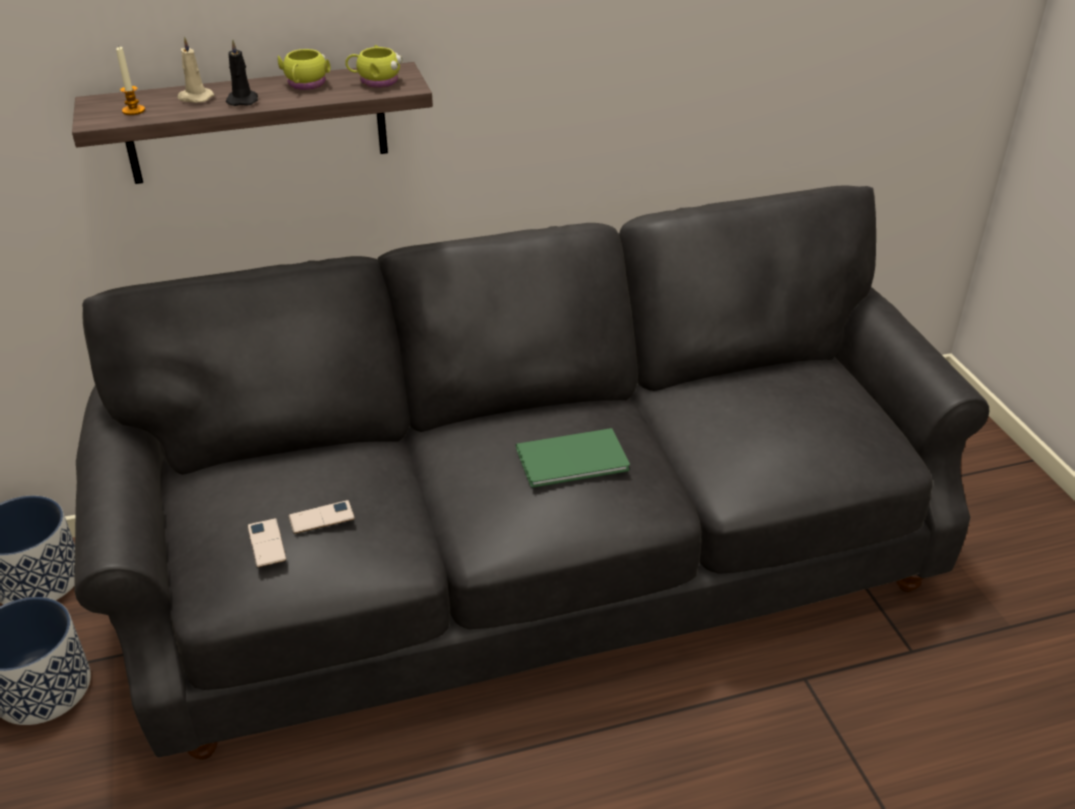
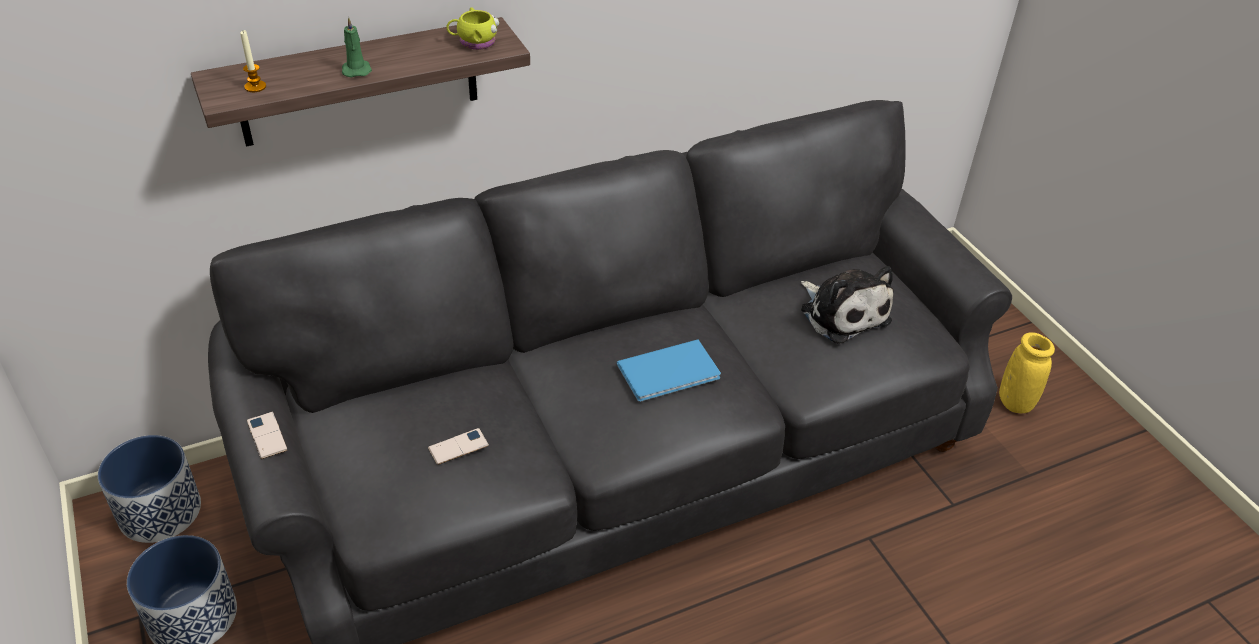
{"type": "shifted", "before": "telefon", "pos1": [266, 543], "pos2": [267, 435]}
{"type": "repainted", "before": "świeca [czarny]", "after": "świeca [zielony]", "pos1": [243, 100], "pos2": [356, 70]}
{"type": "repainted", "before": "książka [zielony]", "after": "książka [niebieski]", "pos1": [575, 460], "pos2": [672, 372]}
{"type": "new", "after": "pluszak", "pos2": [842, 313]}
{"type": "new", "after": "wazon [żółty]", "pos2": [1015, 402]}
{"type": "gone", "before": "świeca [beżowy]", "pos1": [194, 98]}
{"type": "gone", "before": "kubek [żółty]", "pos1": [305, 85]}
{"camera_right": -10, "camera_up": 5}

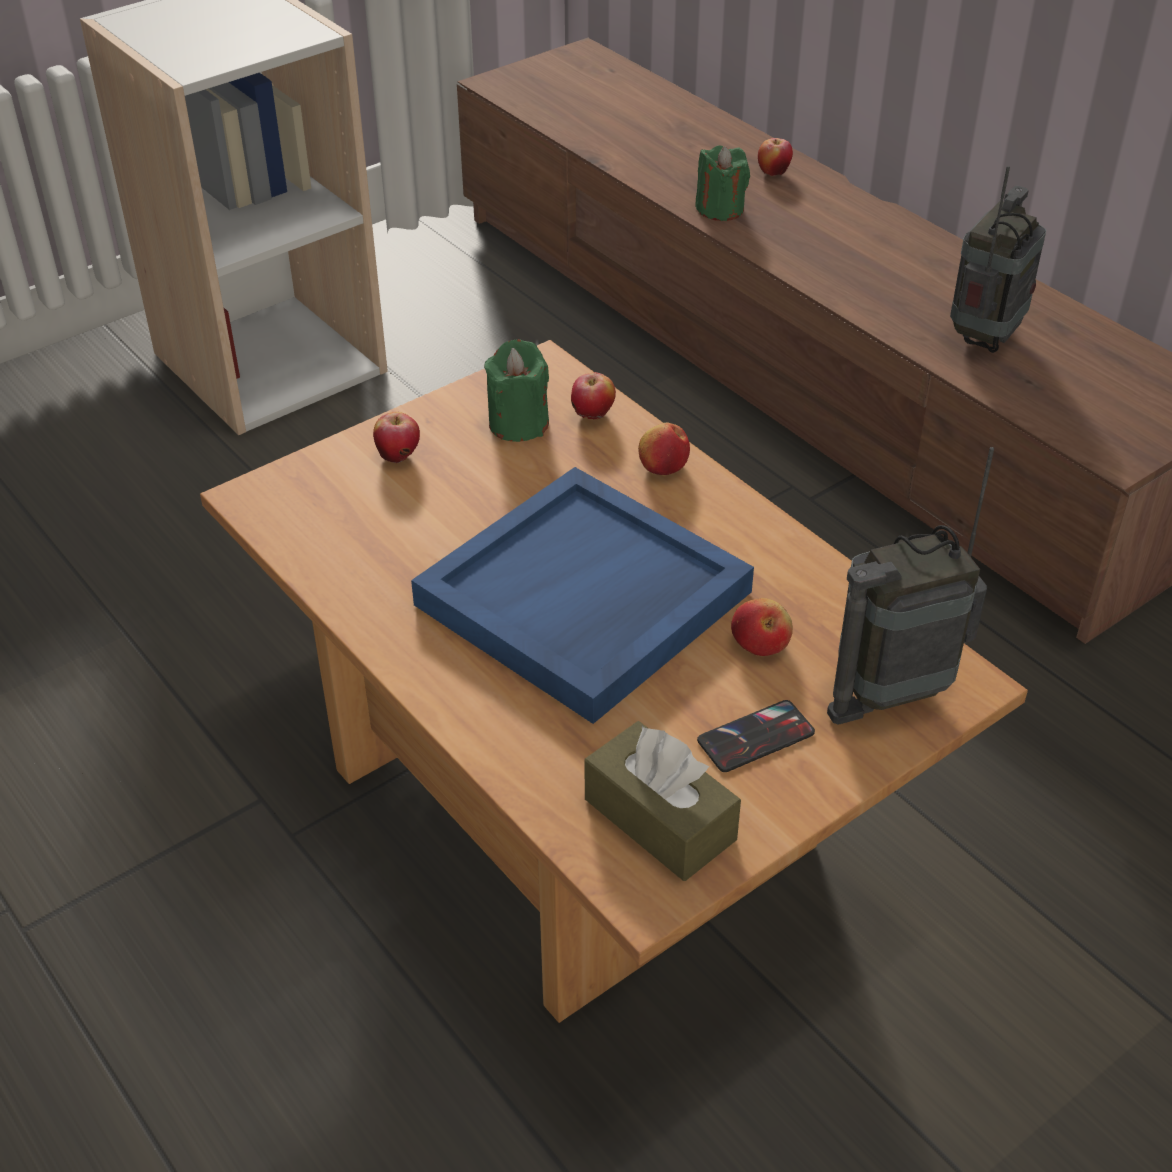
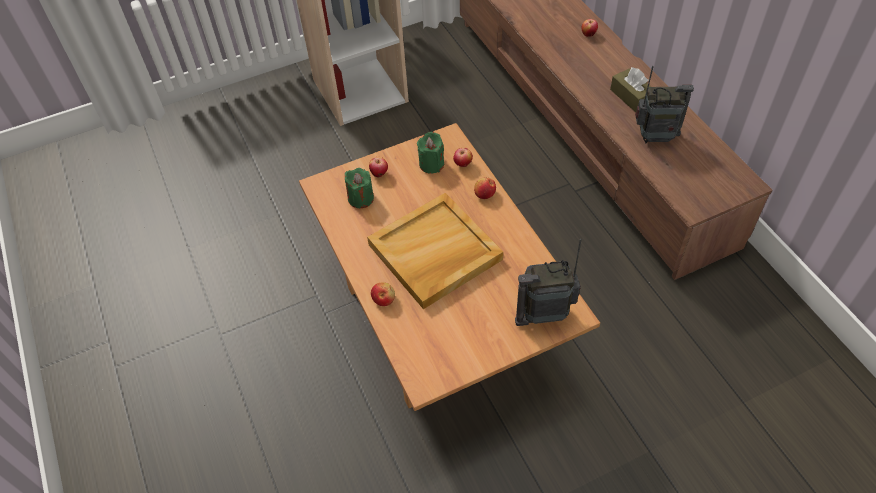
{"type": "shifted", "before": "świeca [zielony]", "pos1": [720, 209], "pos2": [361, 198]}
{"type": "repainted", "before": "taca [niebieski]", "after": "taca [beżowy]", "pos1": [583, 601], "pos2": [434, 253]}
{"type": "shifted", "before": "jabłko", "pos1": [760, 643], "pos2": [384, 299]}
{"type": "shifted", "before": "pudełko chusteczek [brązowy]", "pos1": [659, 819], "pos2": [631, 97]}
{"type": "rotated", "before": "radio", "pos1": [985, 337], "pos2": [655, 138], "turn": 45}
{"type": "gone", "before": "telefon", "pos1": [756, 737]}
{"camera_right": 15, "camera_up": 10}

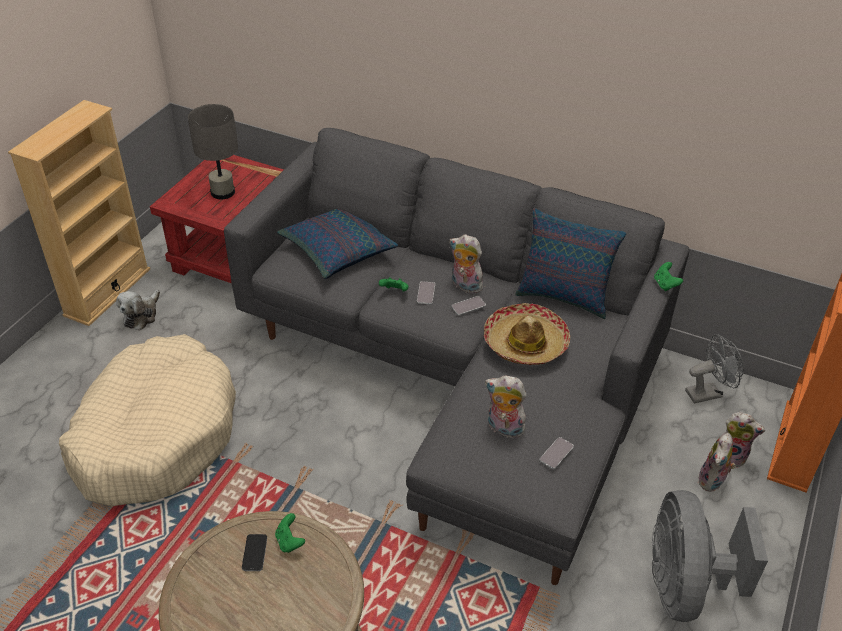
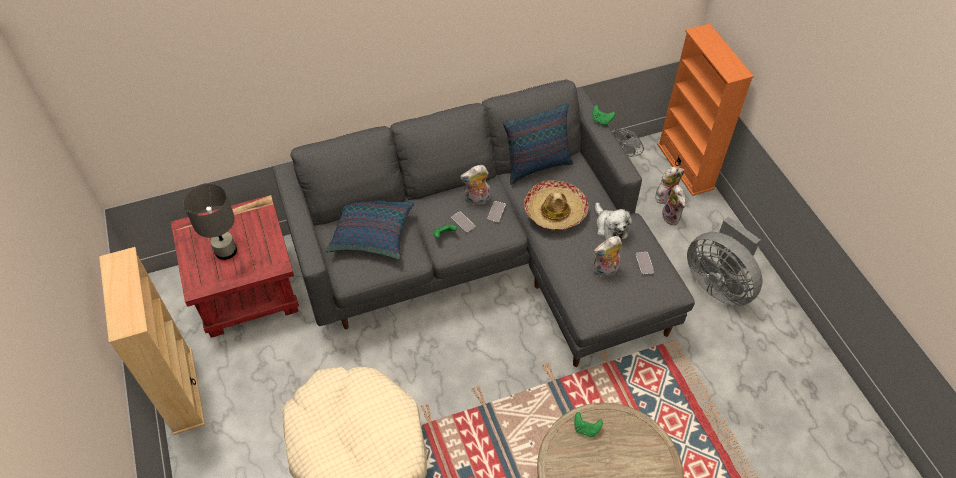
{"type": "shifted", "before": "pluszak", "pos1": [141, 315], "pos2": [610, 227]}
{"type": "gone", "before": "telefon", "pos1": [254, 553]}
{"camera_right": -45, "camera_up": 10}

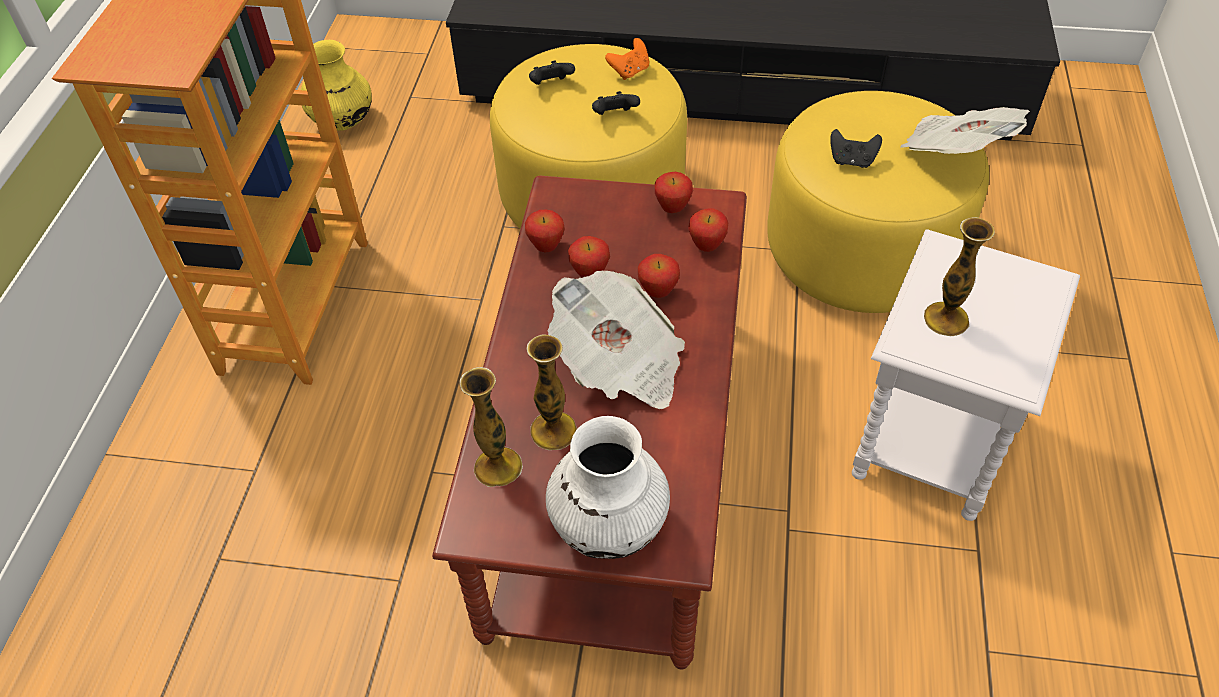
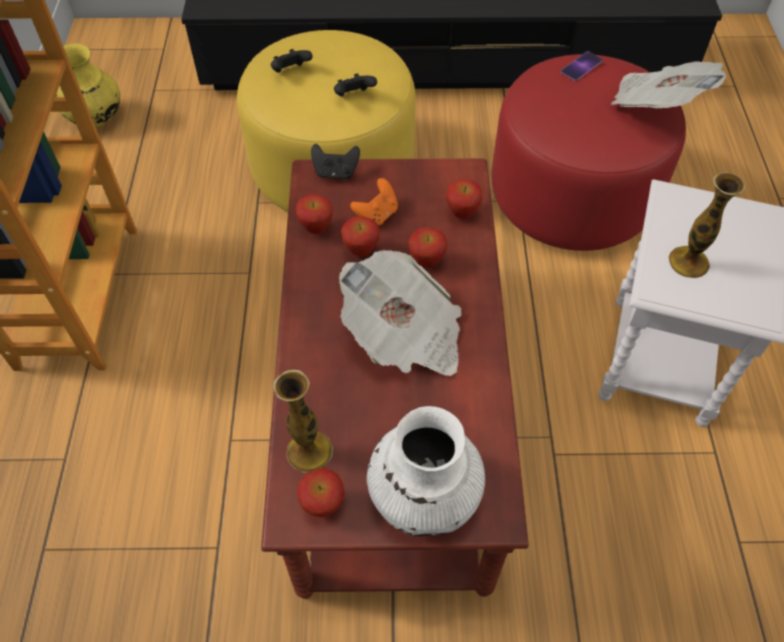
{"type": "shifted", "before": "jabłko", "pos1": [672, 209], "pos2": [323, 505]}
{"type": "shifted", "before": "pad do gier [czarny]", "pos1": [852, 161], "pos2": [335, 172]}
{"type": "shifted", "before": "pad do gier [pomarańczowy]", "pos1": [630, 71], "pos2": [377, 215]}
{"type": "repainted", "before": "pufa [żółty]", "after": "pufa [czerwony]", "pos1": [860, 252], "pos2": [571, 196]}
{"type": "new", "after": "telefon", "pos2": [581, 66]}
{"type": "gone", "before": "wazon", "pos1": [553, 430]}
{"camera_right": -10, "camera_up": 5}

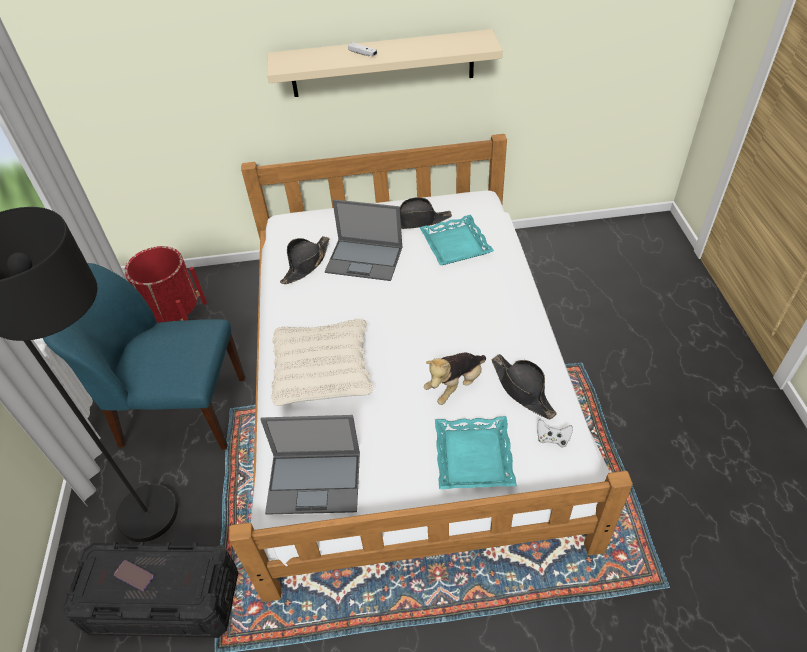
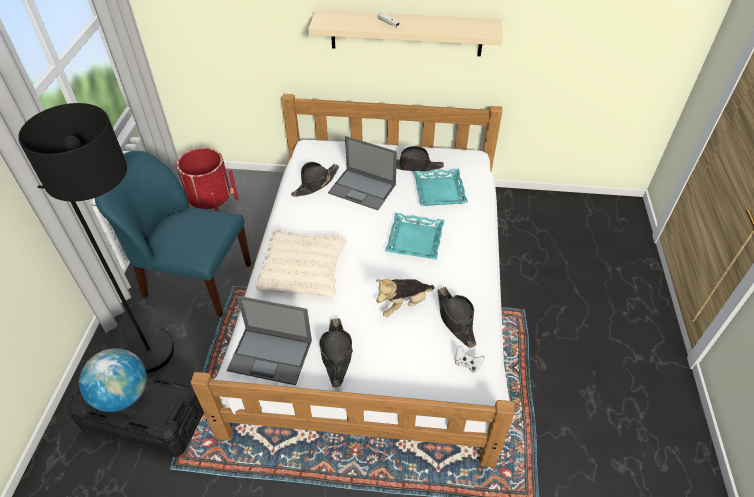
{"type": "swapped", "before": "telefon", "after": "globus", "pos1": [134, 575], "pos2": [123, 394]}
{"type": "new", "after": "kapelusz [czarny]", "pos2": [336, 354]}
{"type": "shifted", "before": "taca [turkusowy]", "pos1": [472, 456], "pos2": [414, 240]}
{"camera_right": 10, "camera_up": 0}

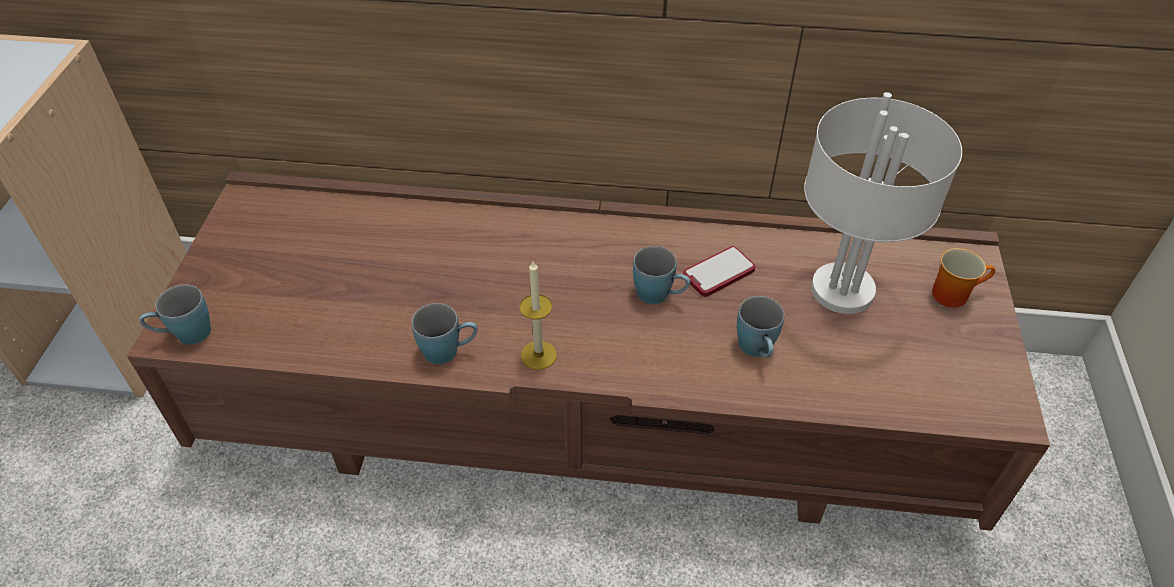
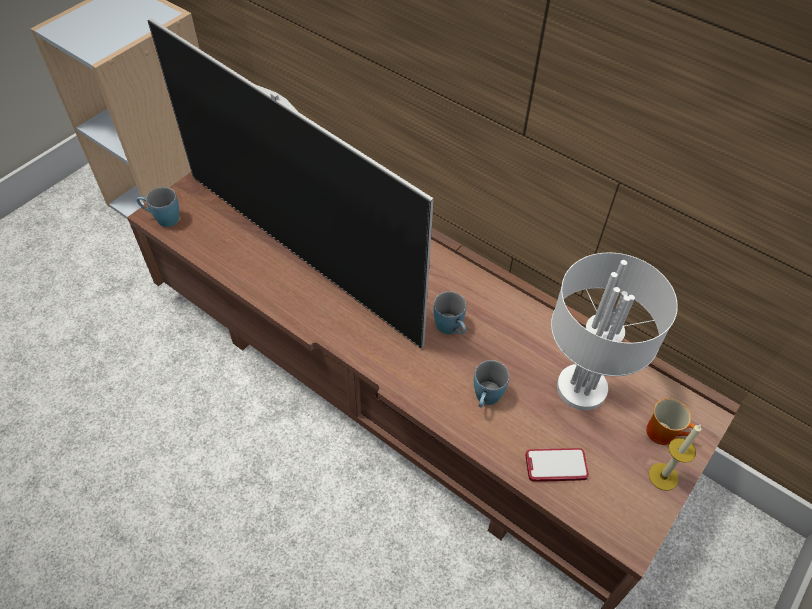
{"type": "new", "after": "telewizor", "pos2": [300, 254]}
{"type": "shifted", "before": "telefon", "pos1": [718, 273], "pos2": [556, 466]}
{"type": "shifted", "before": "świeca", "pos1": [538, 355], "pos2": [663, 476]}
{"type": "gone", "before": "kubek [niebieski]", "pos1": [449, 351]}
{"camera_right": 30, "camera_up": 5}

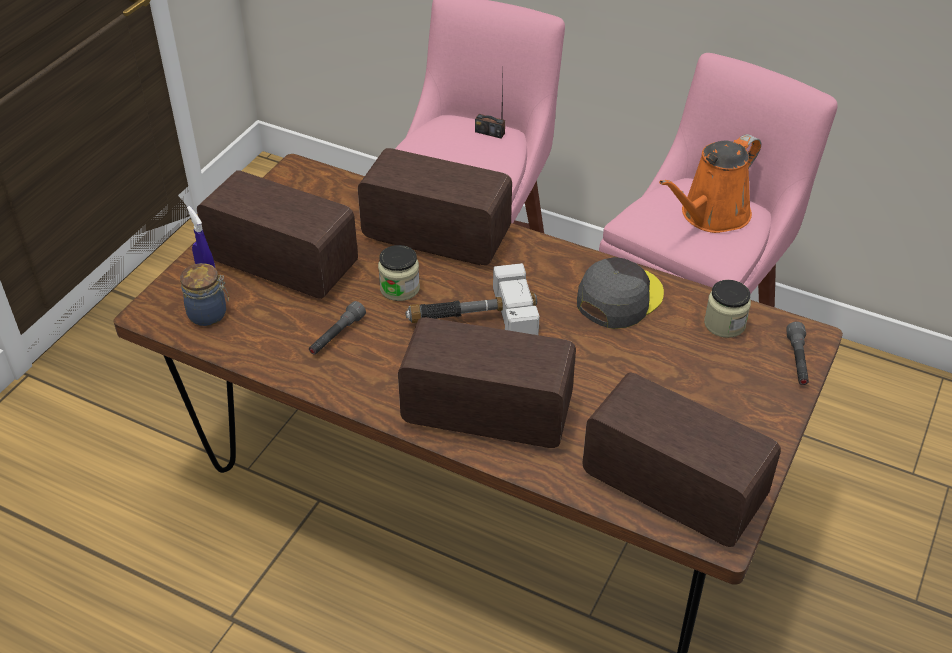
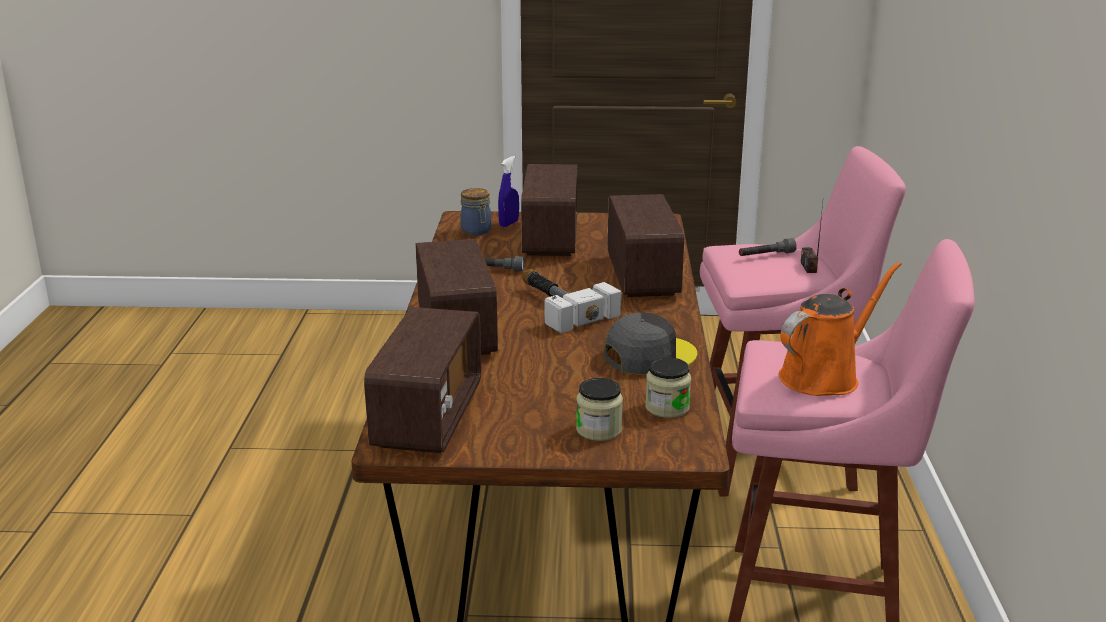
{"type": "shifted", "before": "słoik", "pos1": [399, 288], "pos2": [599, 430]}
{"type": "rotated", "before": "czapka z daszkiem [szary]", "pos1": [619, 298], "pos2": [649, 356], "turn": -45}
{"type": "shifted", "before": "latarka [szary]", "pos1": [797, 361], "pos2": [766, 255]}
{"type": "rotated", "before": "konewka [pomarańczowy]", "pos1": [711, 215], "pos2": [824, 376], "turn": 120}
{"camera_right": 65, "camera_up": -20}

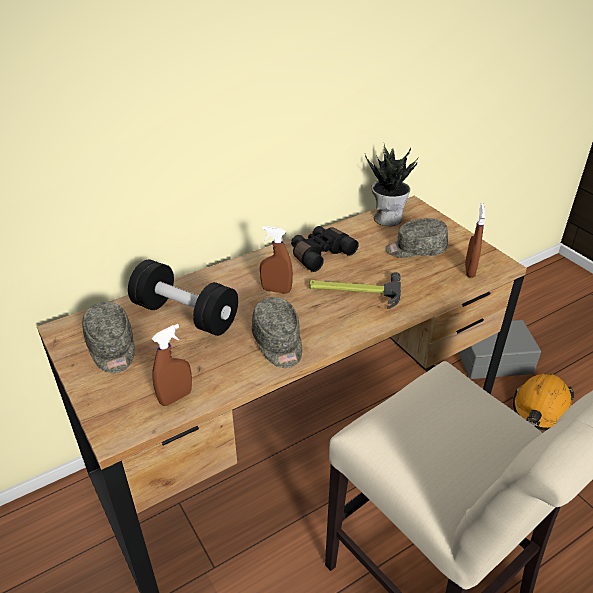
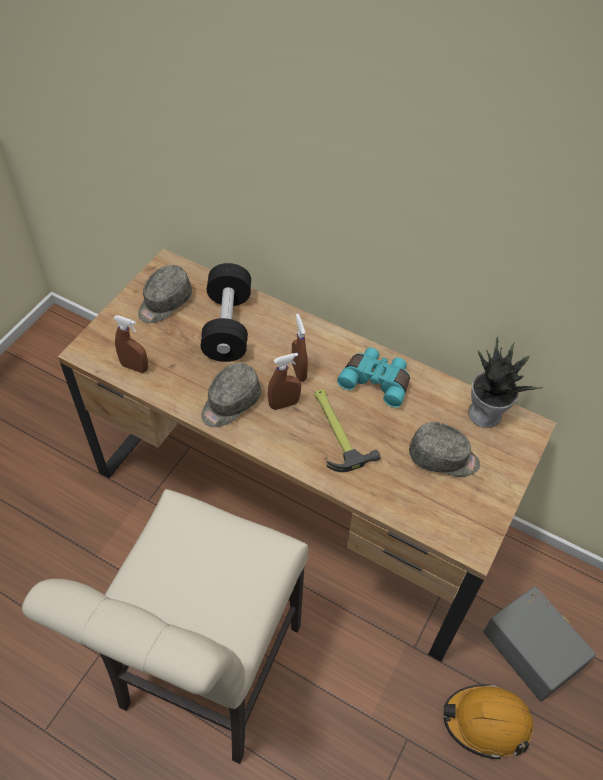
{"type": "shifted", "before": "spryskiwacz [brązowy]", "pos1": [469, 270], "pos2": [284, 404]}
{"type": "repainted", "before": "lornetka [czarny]", "after": "lornetka [turkusowy]", "pos1": [320, 254], "pos2": [376, 381]}
{"type": "rotated", "before": "czapka z daszkiem [szary]", "pos1": [415, 249], "pos2": [443, 458], "turn": 135}
{"camera_right": 60, "camera_up": 15}

